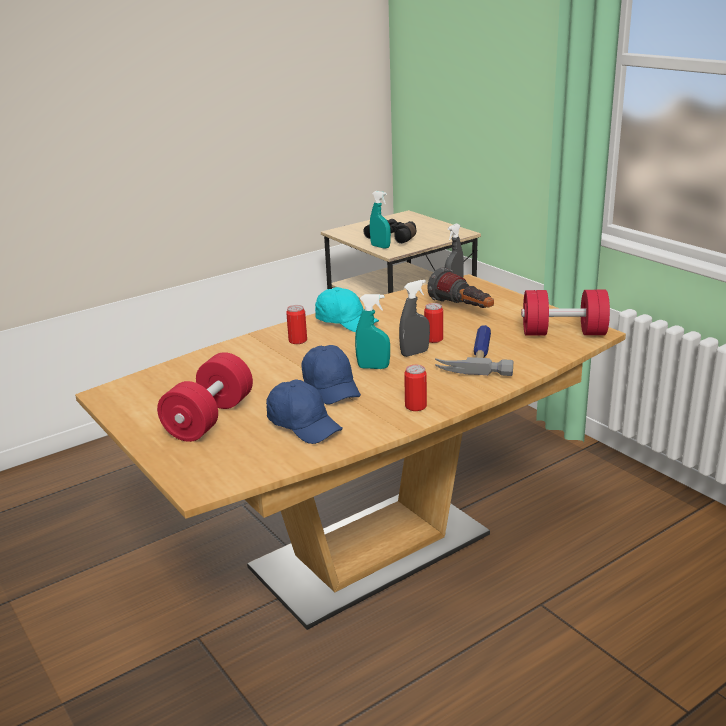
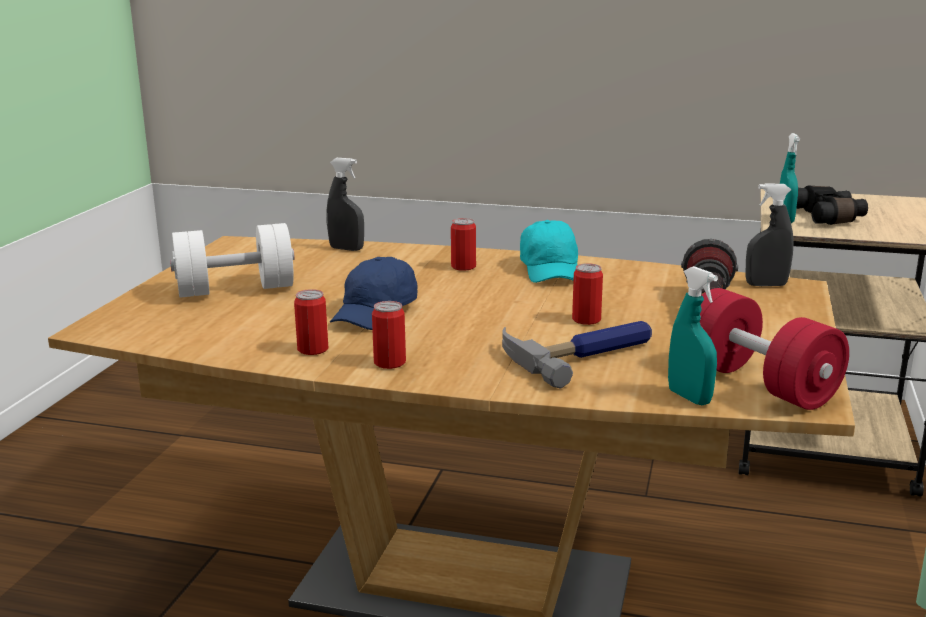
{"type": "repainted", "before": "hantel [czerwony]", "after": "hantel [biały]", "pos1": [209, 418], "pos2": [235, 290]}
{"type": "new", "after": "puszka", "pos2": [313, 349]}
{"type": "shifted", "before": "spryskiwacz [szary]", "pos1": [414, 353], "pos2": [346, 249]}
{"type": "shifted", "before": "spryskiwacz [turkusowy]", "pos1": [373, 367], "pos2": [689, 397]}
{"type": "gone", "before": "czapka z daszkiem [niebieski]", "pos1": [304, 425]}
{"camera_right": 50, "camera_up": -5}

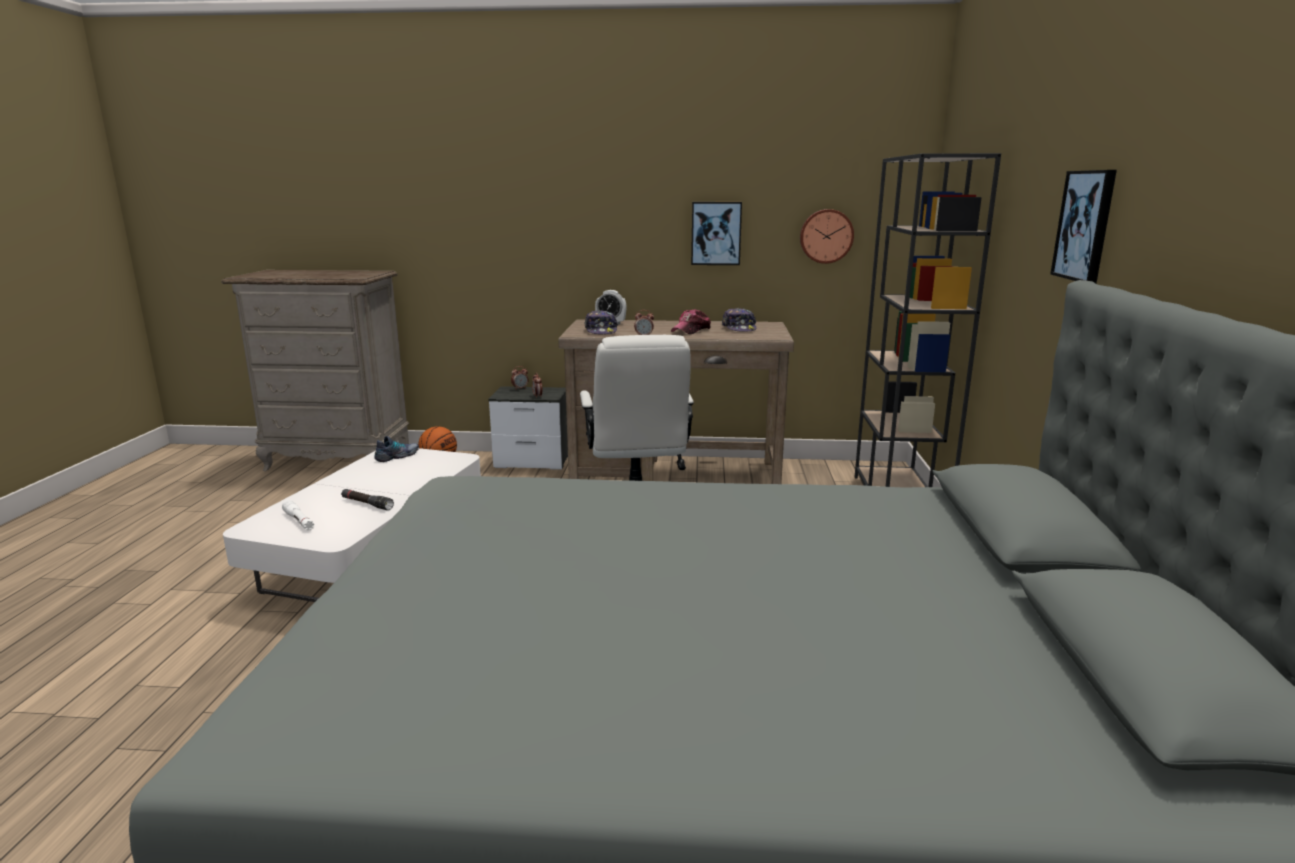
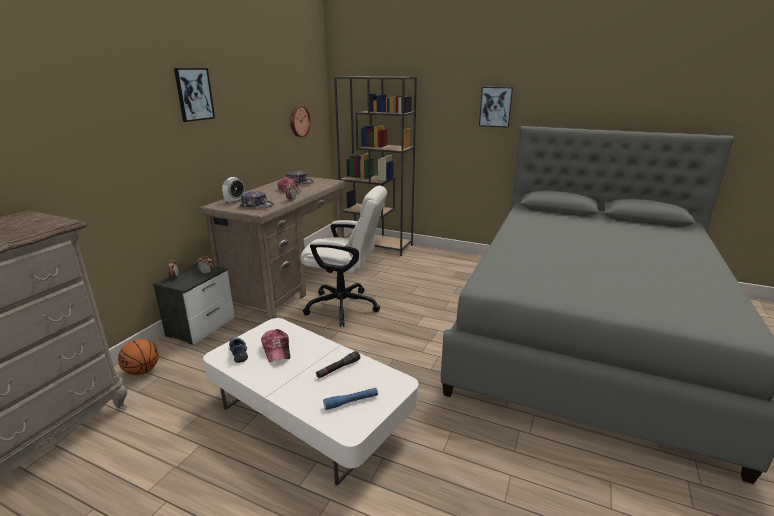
{"type": "shifted", "before": "obraz", "pos1": [716, 233], "pos2": [194, 94]}
{"type": "new", "after": "czapka z daszkiem", "pos2": [277, 350]}
{"type": "repainted", "before": "latarka [biały]", "after": "latarka [niebieski]", "pos1": [299, 521], "pos2": [351, 402]}
{"camera_right": -70, "camera_up": 5}

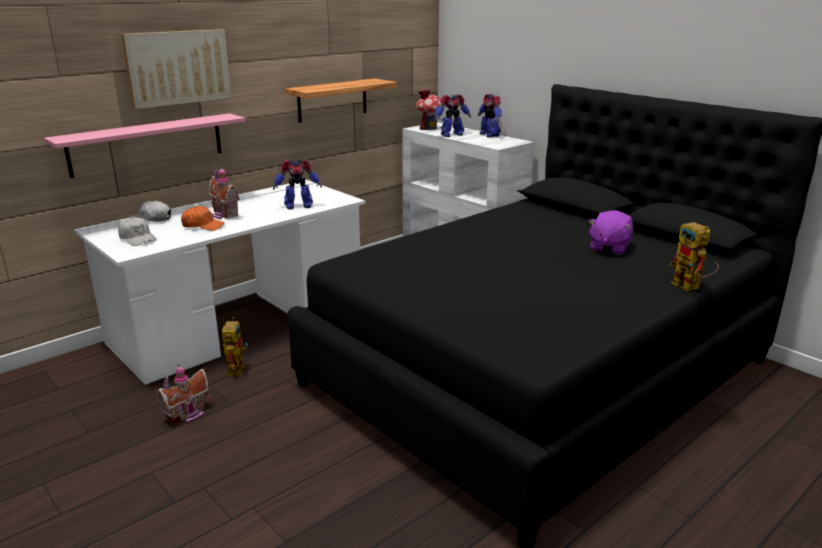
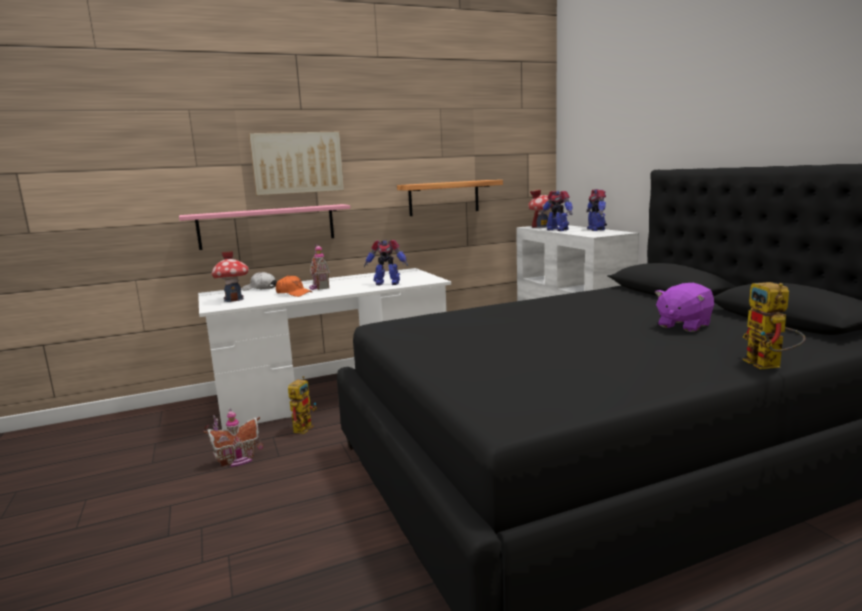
{"type": "swapped", "before": "czapka z daszkiem [biały]", "after": "domek", "pos1": [137, 238], "pos2": [234, 299]}
{"type": "rotated", "before": "robot zabawkowy", "pos1": [451, 135], "pos2": [557, 230], "turn": 60}
{"camera_right": 20, "camera_up": -10}

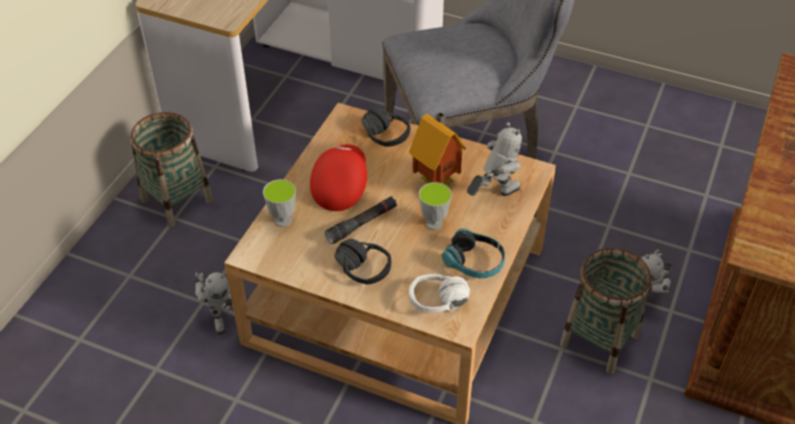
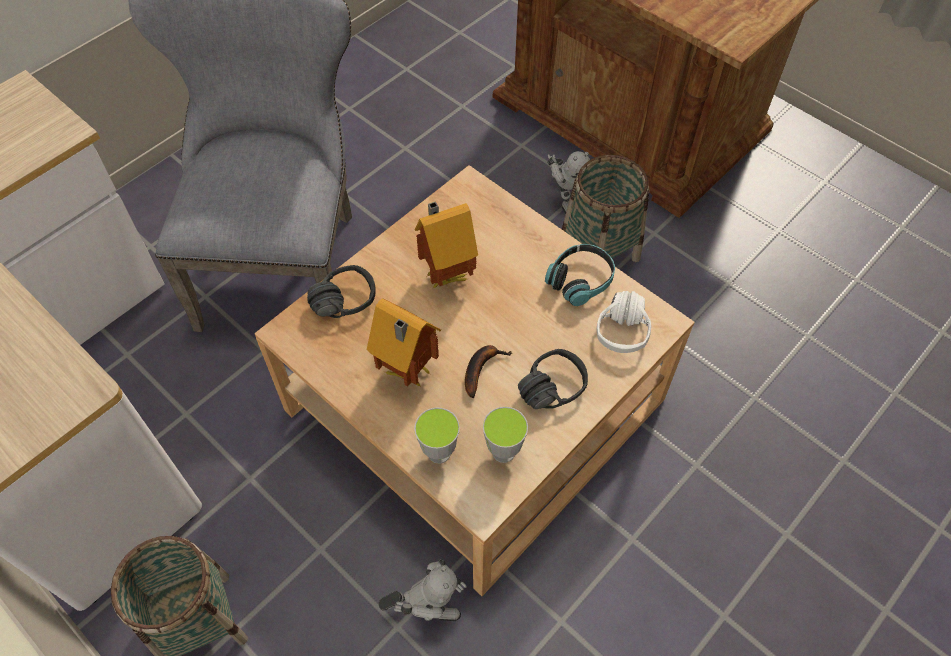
{"type": "swapped", "before": "czapka z daszkiem [czerwony]", "after": "domek", "pos1": [340, 185], "pos2": [407, 373]}
{"type": "swapped", "before": "latarka [czarny]", "after": "banan", "pos1": [362, 224], "pos2": [481, 368]}
{"type": "shifted", "before": "filiżanka", "pos1": [434, 223], "pos2": [503, 452]}
{"type": "gone", "before": "robot zabawkowy", "pos1": [494, 194]}
{"camera_right": -70, "camera_up": 10}

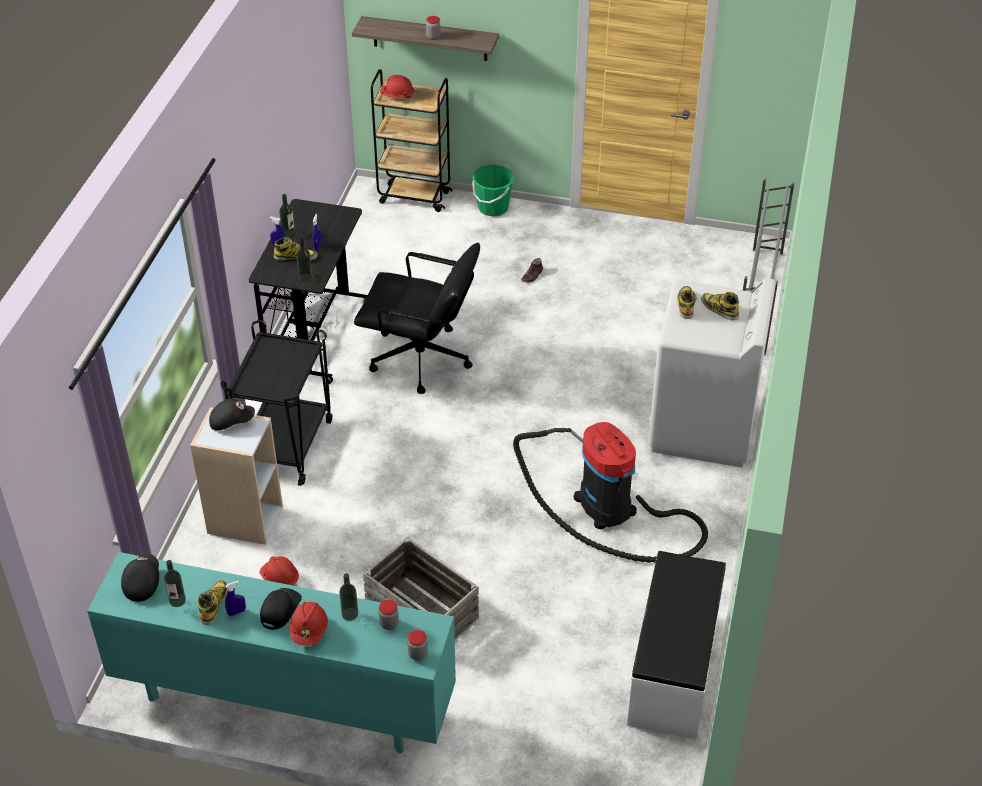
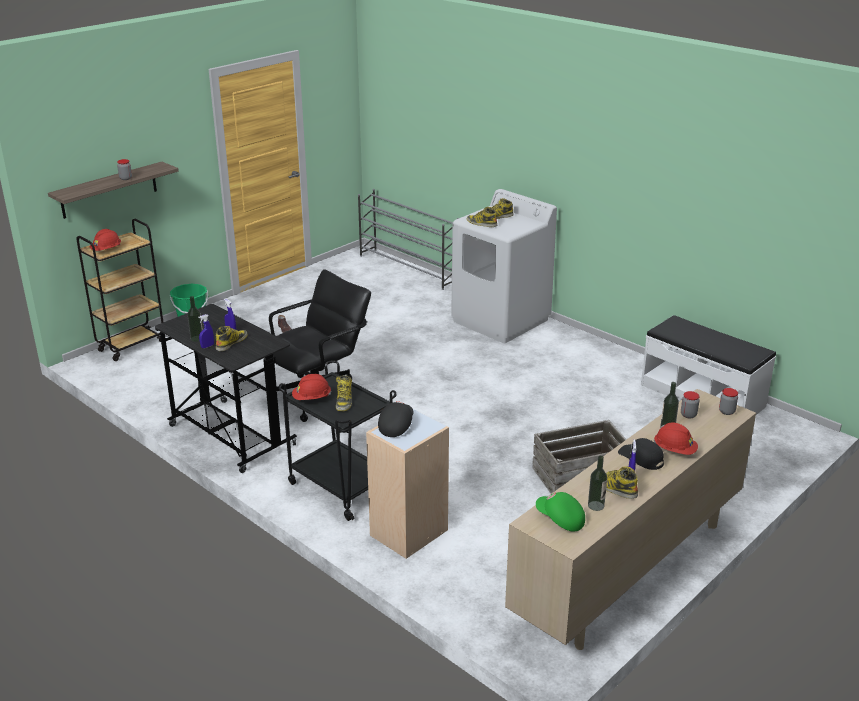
{"type": "shifted", "before": "kask [czerwony]", "pos1": [280, 579], "pos2": [312, 398]}
{"type": "new", "after": "but z cholewką", "pos2": [344, 401]}
{"type": "repainted", "before": "szafka [turkusowy]", "after": "szafka [beżowy]", "pos1": [283, 702], "pos2": [630, 571]}
{"type": "repainted", "before": "czapka z daszkiem [czarny]", "after": "czapka z daszkiem [zielony]", "pos1": [142, 583], "pos2": [560, 519]}
{"type": "gone", "before": "butelka", "pos1": [305, 277]}
{"type": "gone", "before": "odkurzacz", "pos1": [610, 510]}
{"camera_right": -60, "camera_up": -15}

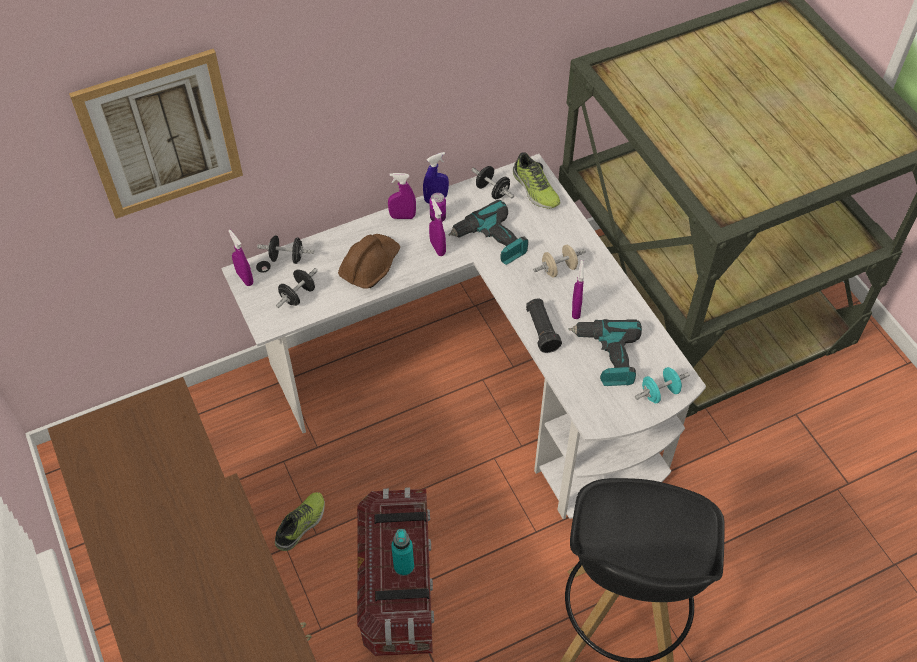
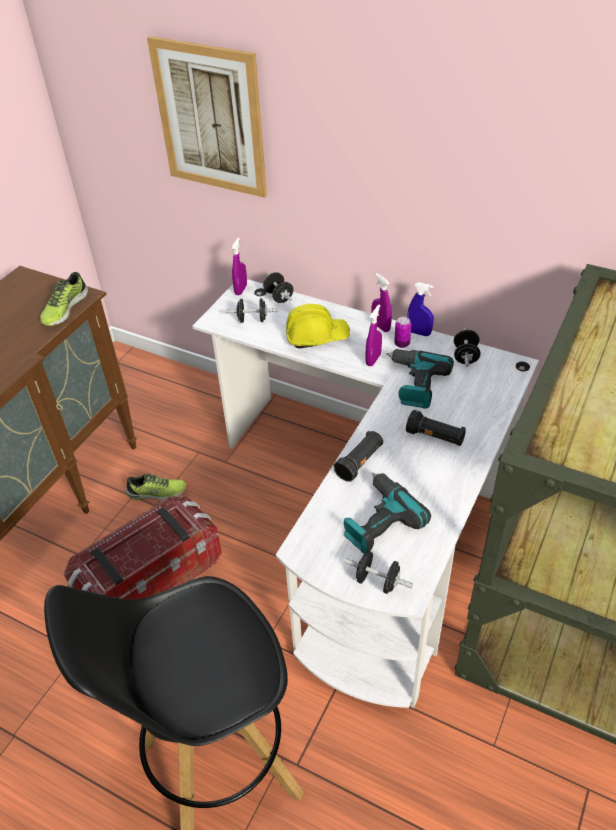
{"type": "shifted", "before": "but", "pos1": [534, 189], "pos2": [64, 308]}
{"type": "repainted", "before": "kask [brązowy]", "after": "kask [żółty]", "pos1": [370, 265], "pos2": [317, 336]}
{"type": "repainted", "before": "hantel [turkusowy]", "after": "hantel [czarny]", "pos1": [659, 392], "pos2": [377, 581]}
{"type": "swapped", "before": "hantel [beżowy]", "after": "latarka [czarny]", "pos1": [558, 269], "pos2": [435, 437]}
{"type": "gone", "before": "butelka [turkusowy]", "pos1": [403, 566]}
{"type": "gone", "before": "spryskiwacz [fioletowy]", "pos1": [576, 309]}
{"camera_right": 55, "camera_up": -10}

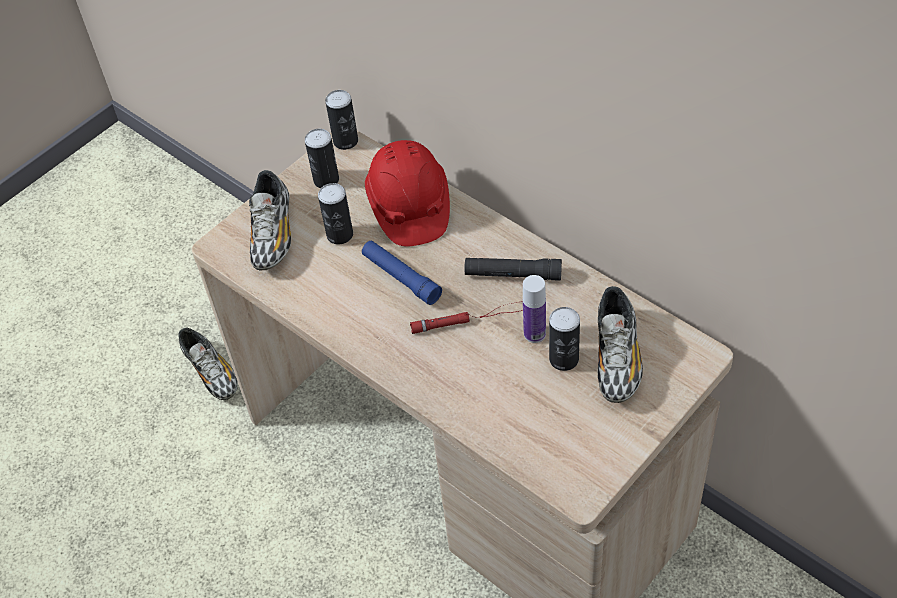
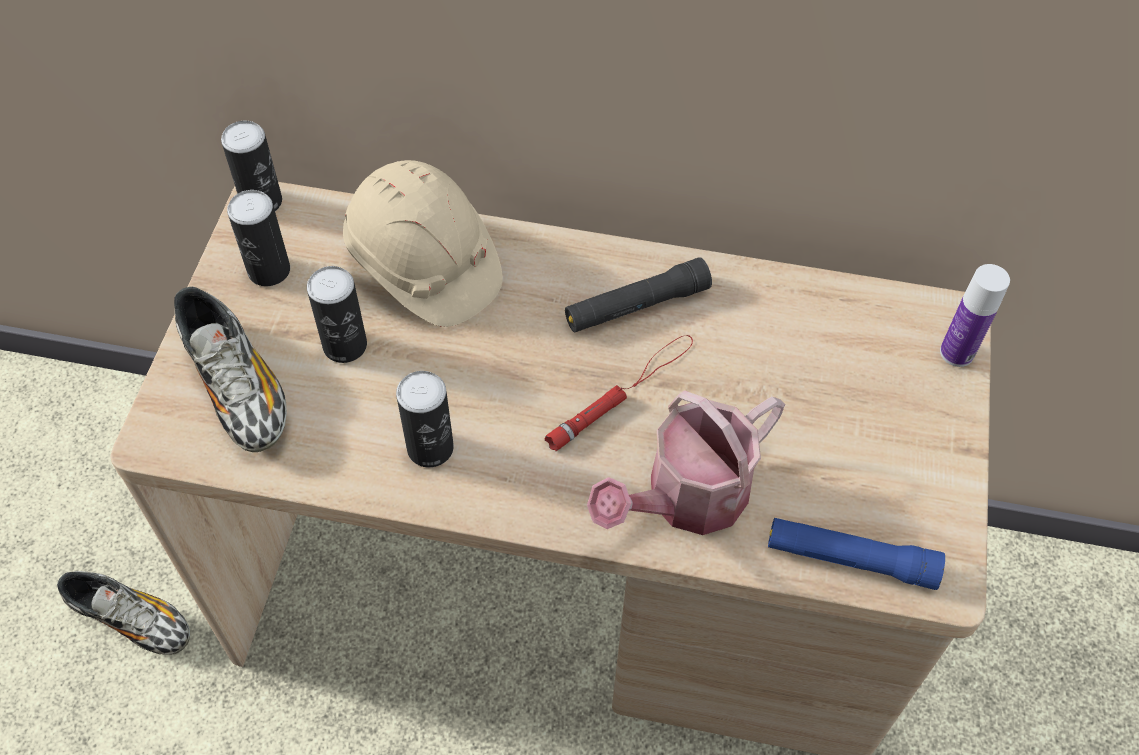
{"type": "repainted", "before": "kask [czerwony]", "after": "kask [beżowy]", "pos1": [409, 207], "pos2": [423, 265]}
{"type": "shifted", "before": "puszka", "pos1": [564, 359], "pos2": [430, 448]}
{"type": "new", "after": "konewka", "pos2": [685, 499]}
{"type": "shifted", "before": "latarka [niebieski]", "pos1": [401, 278], "pos2": [850, 559]}
{"type": "shifted", "before": "butelka", "pos1": [534, 334], "pos2": [956, 353]}
{"type": "gone", "before": "but", "pos1": [617, 358]}
{"camera_right": -35, "camera_up": 5}

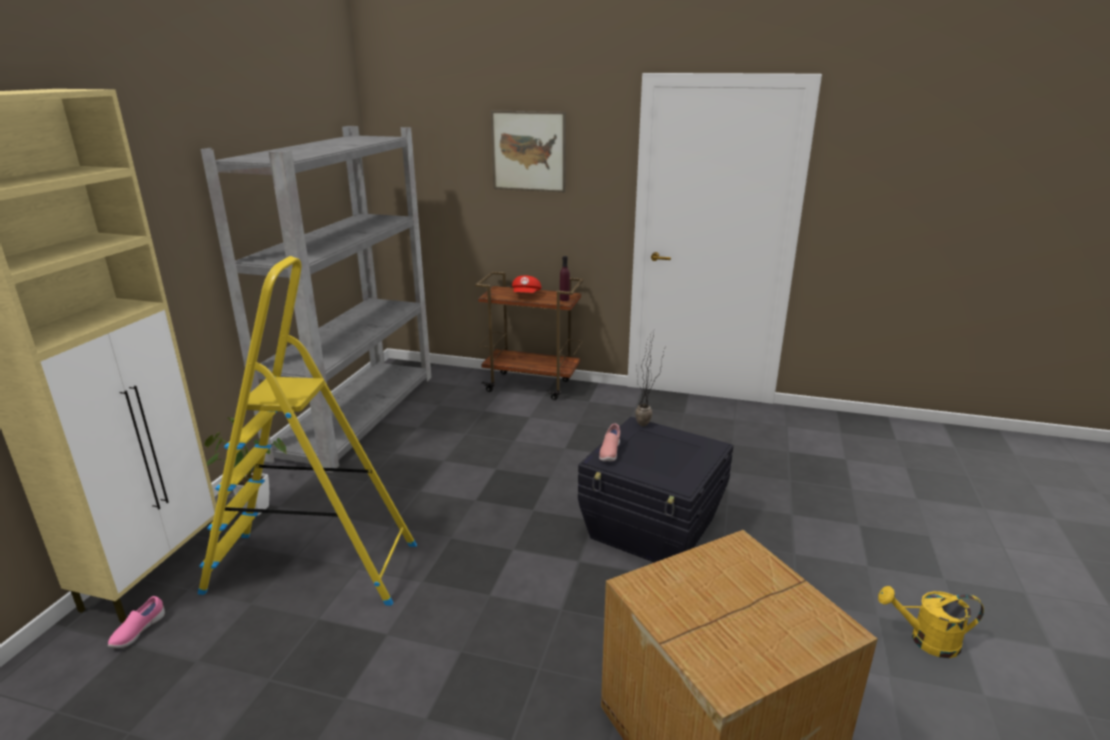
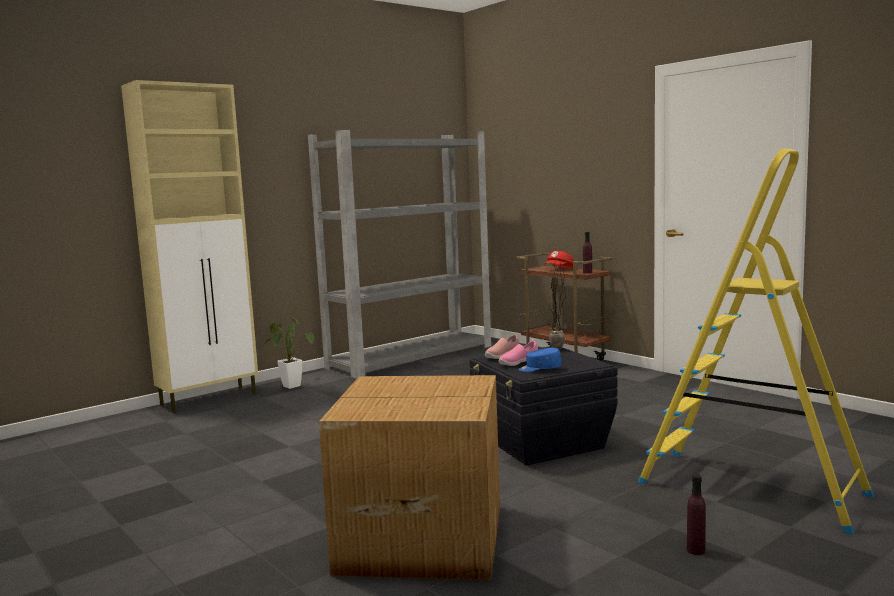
{"type": "shifted", "before": "but [różowy]", "pos1": [138, 632], "pos2": [518, 363]}
{"type": "new", "after": "czapka z daszkiem [niebieski]", "pos2": [540, 369]}
{"type": "shifted", "before": "drabinka [żółty]", "pos1": [311, 568], "pos2": [749, 488]}
{"type": "swapped", "before": "konewka [żółty]", "after": "butelka [fioletowy]", "pos1": [926, 640], "pos2": [695, 550]}
{"type": "gone", "before": "obraz", "pos1": [528, 151]}
{"camera_right": 35, "camera_up": -15}

